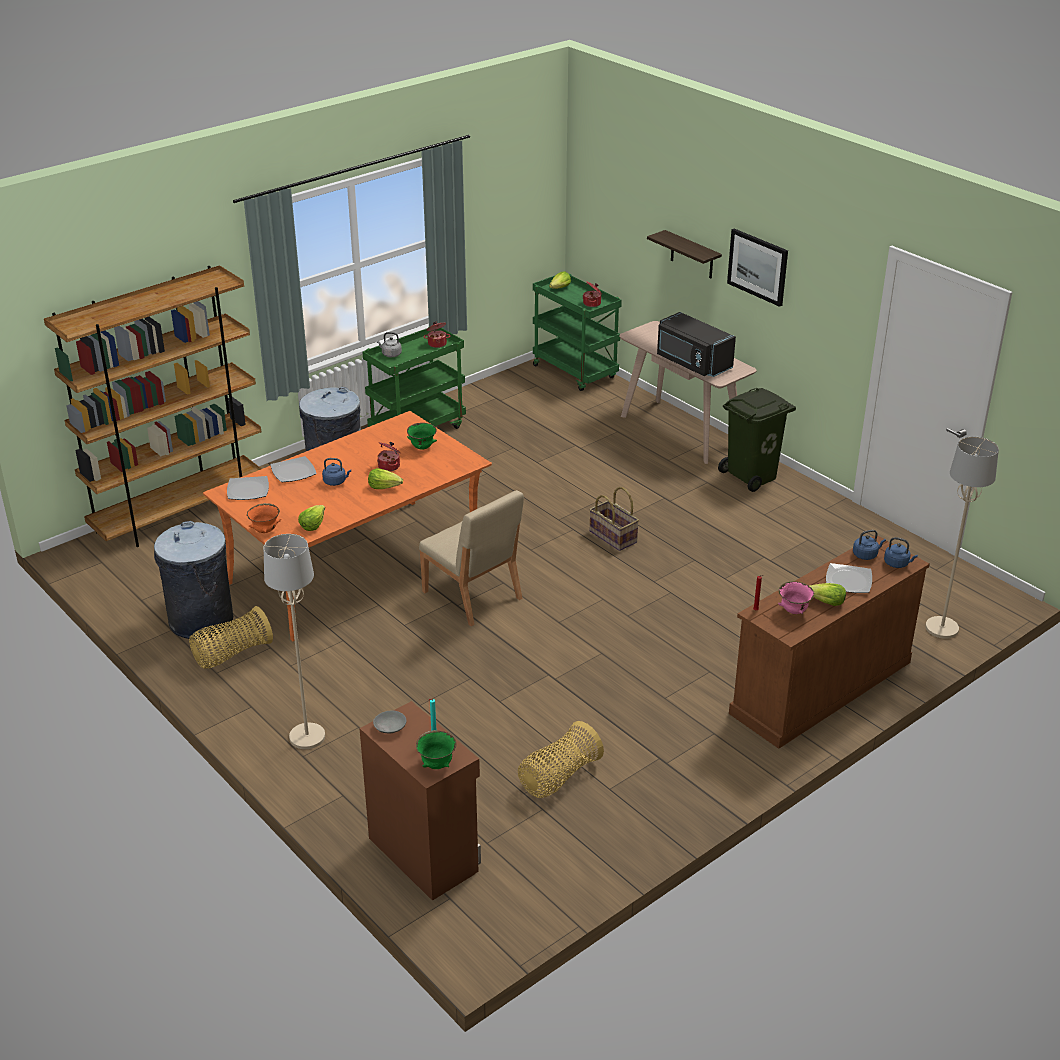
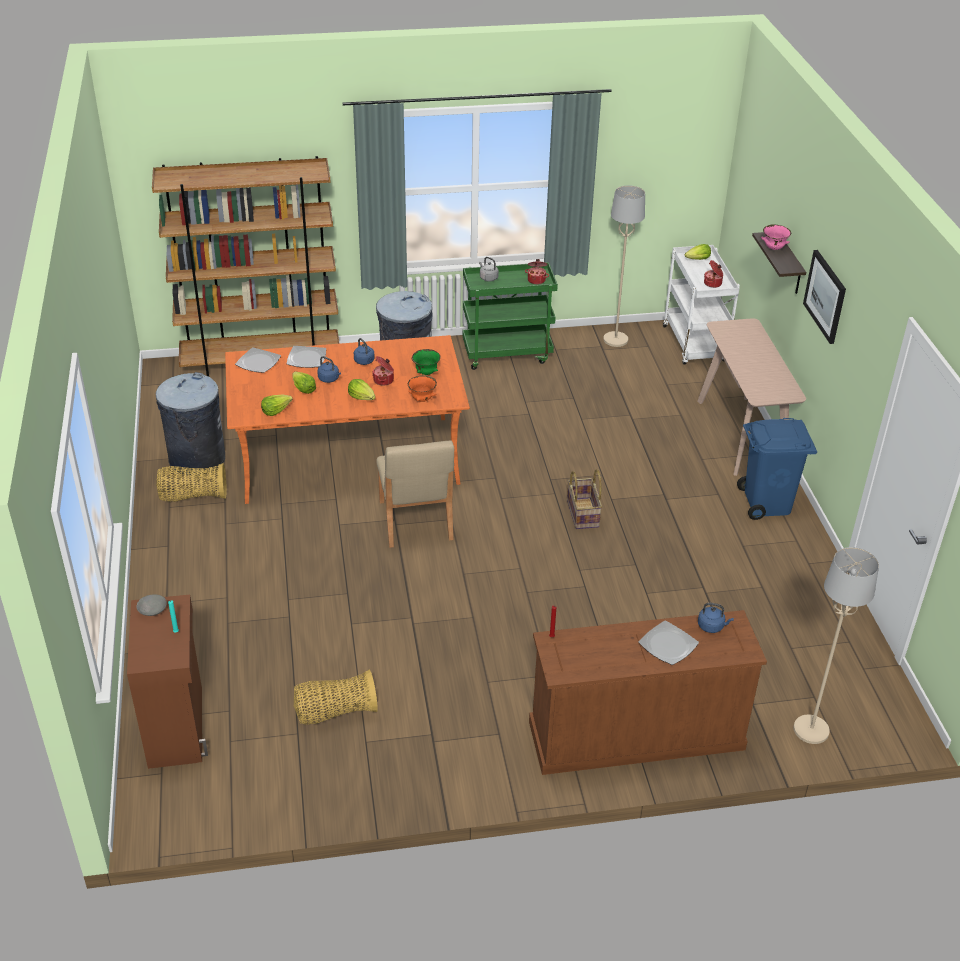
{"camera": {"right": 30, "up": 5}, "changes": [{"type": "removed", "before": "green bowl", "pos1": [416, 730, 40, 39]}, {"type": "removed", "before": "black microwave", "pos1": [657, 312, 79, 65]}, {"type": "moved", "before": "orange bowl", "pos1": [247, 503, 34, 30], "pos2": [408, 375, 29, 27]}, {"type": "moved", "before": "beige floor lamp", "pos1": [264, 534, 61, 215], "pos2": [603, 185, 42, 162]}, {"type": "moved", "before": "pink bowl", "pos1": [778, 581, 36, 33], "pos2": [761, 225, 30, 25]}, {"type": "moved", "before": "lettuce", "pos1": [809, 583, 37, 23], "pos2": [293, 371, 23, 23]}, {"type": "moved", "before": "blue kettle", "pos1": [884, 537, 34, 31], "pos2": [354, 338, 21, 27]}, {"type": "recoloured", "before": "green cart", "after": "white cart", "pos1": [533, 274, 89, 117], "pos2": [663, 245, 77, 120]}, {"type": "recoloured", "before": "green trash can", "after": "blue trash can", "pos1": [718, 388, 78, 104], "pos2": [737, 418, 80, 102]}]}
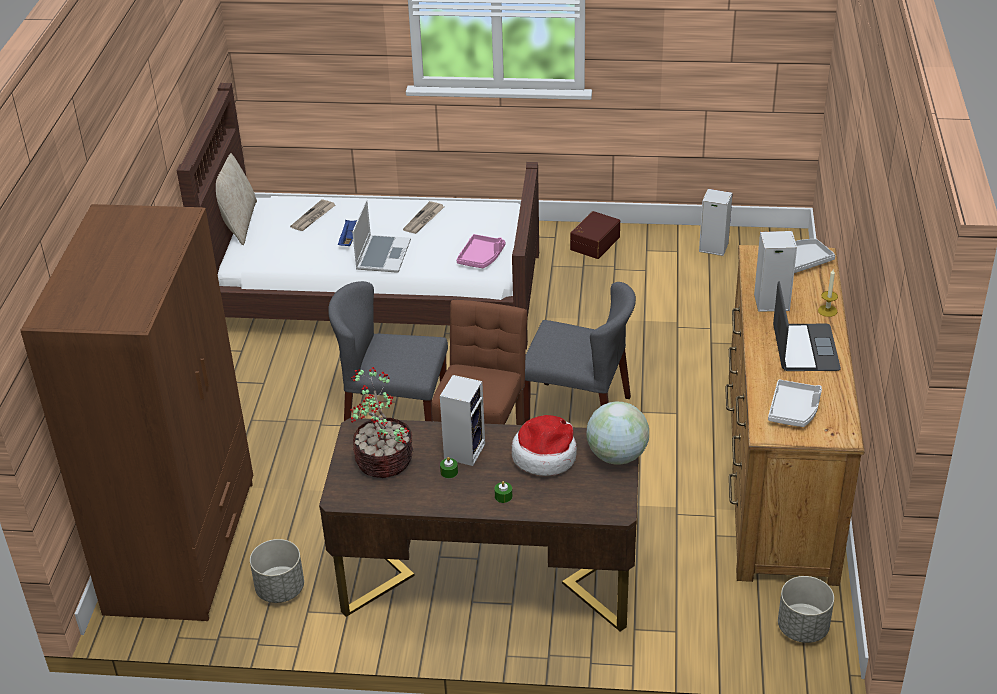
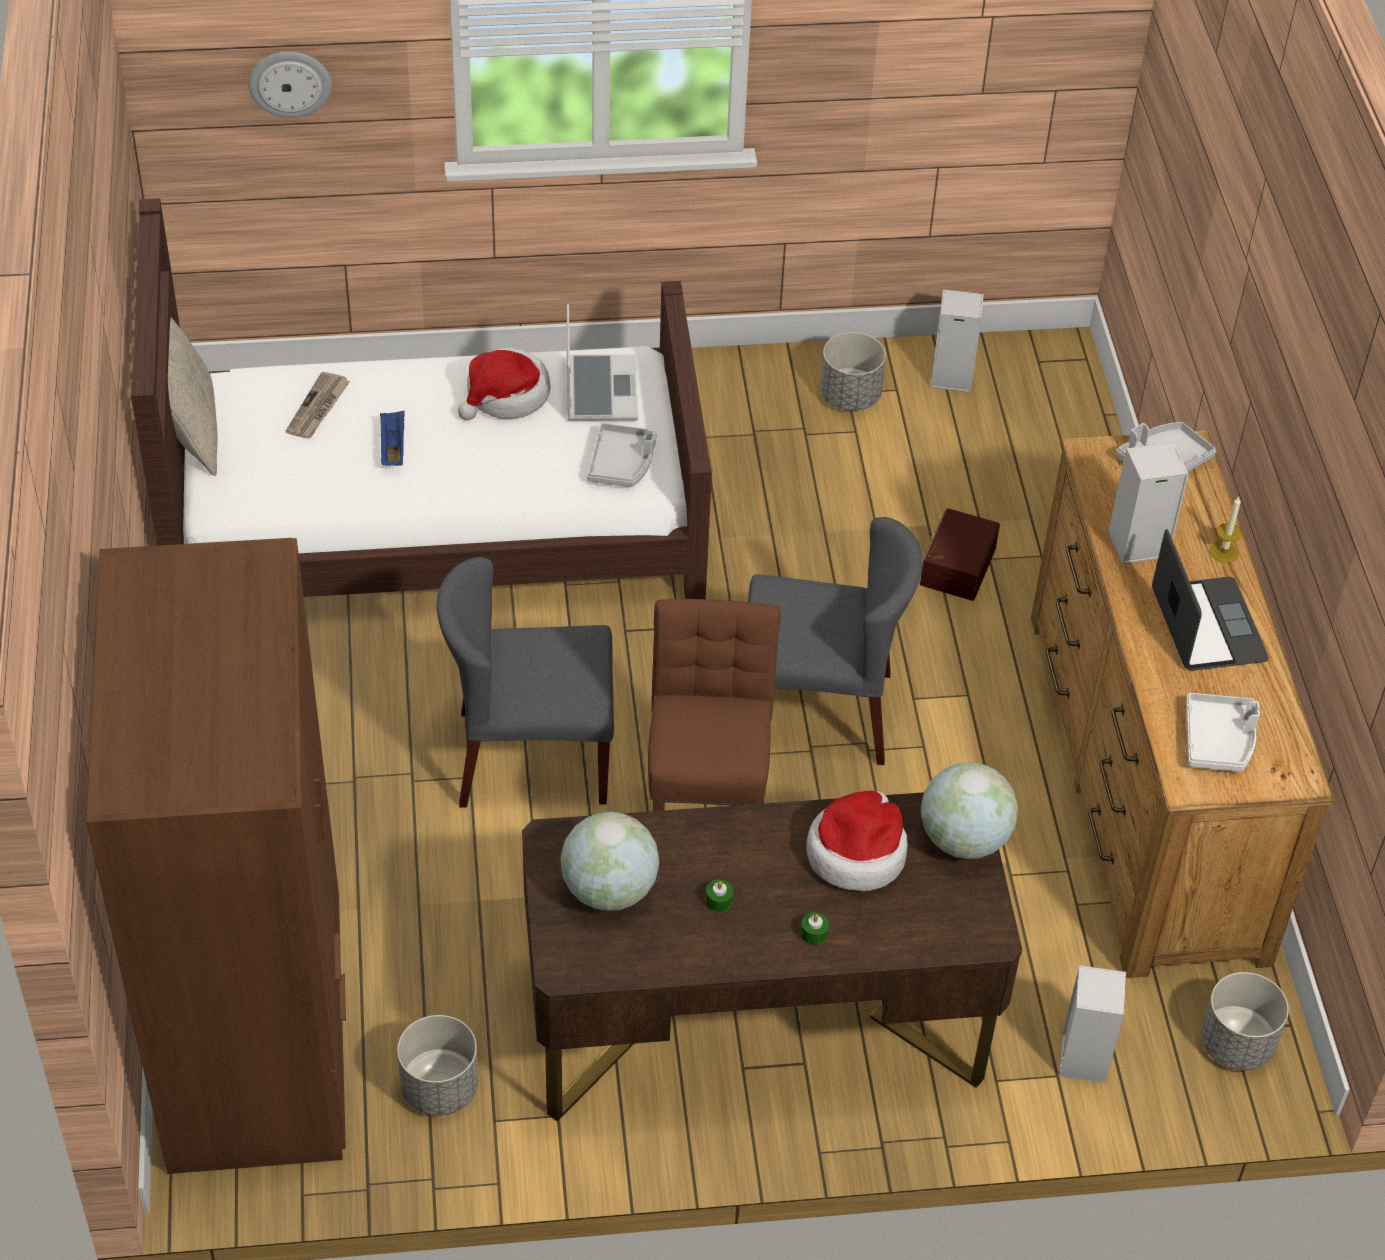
{"camera": {"right": -15, "up": 10}, "changes": [{"type": "added", "after": "wall clock", "pos2": [249, 52, 83, 66]}, {"type": "added", "after": "grey planter", "pos2": [820, 332, 66, 79]}, {"type": "moved", "before": "laptop", "pos1": [352, 200, 59, 73], "pos2": [566, 304, 72, 117]}, {"type": "moved", "before": "speaker", "pos1": [440, 375, 45, 91], "pos2": [1059, 965, 67, 118]}, {"type": "moved", "before": "brown storage box", "pos1": [570, 211, 50, 48], "pos2": [920, 508, 80, 93]}, {"type": "replaced", "before": "potted plant", "after": "globe", "pos1": [350, 367, 63, 111], "pos2": [560, 812, 99, 99]}, {"type": "replaced", "before": "newspaper", "after": "hat", "pos1": [403, 201, 41, 33], "pos2": [458, 348, 92, 73]}, {"type": "recoloured", "before": "pink tray", "after": "grey tray", "pos1": [456, 234, 50, 34], "pos2": [587, 423, 70, 64]}]}
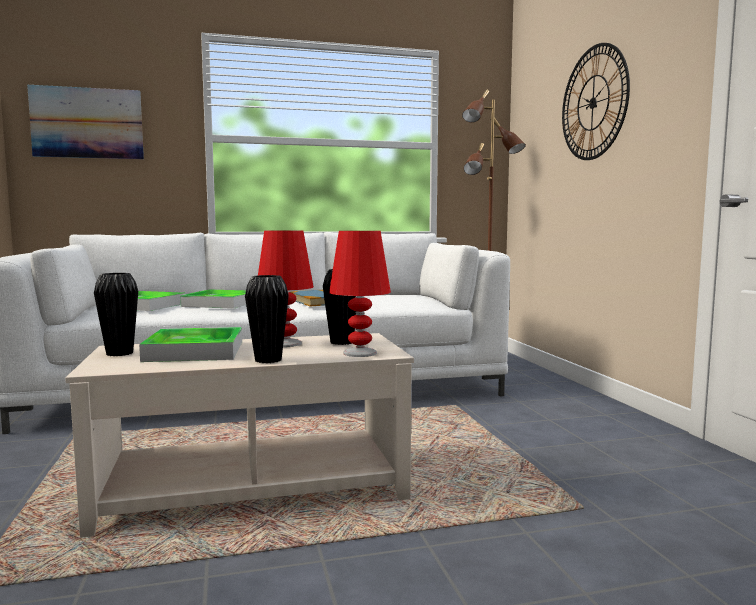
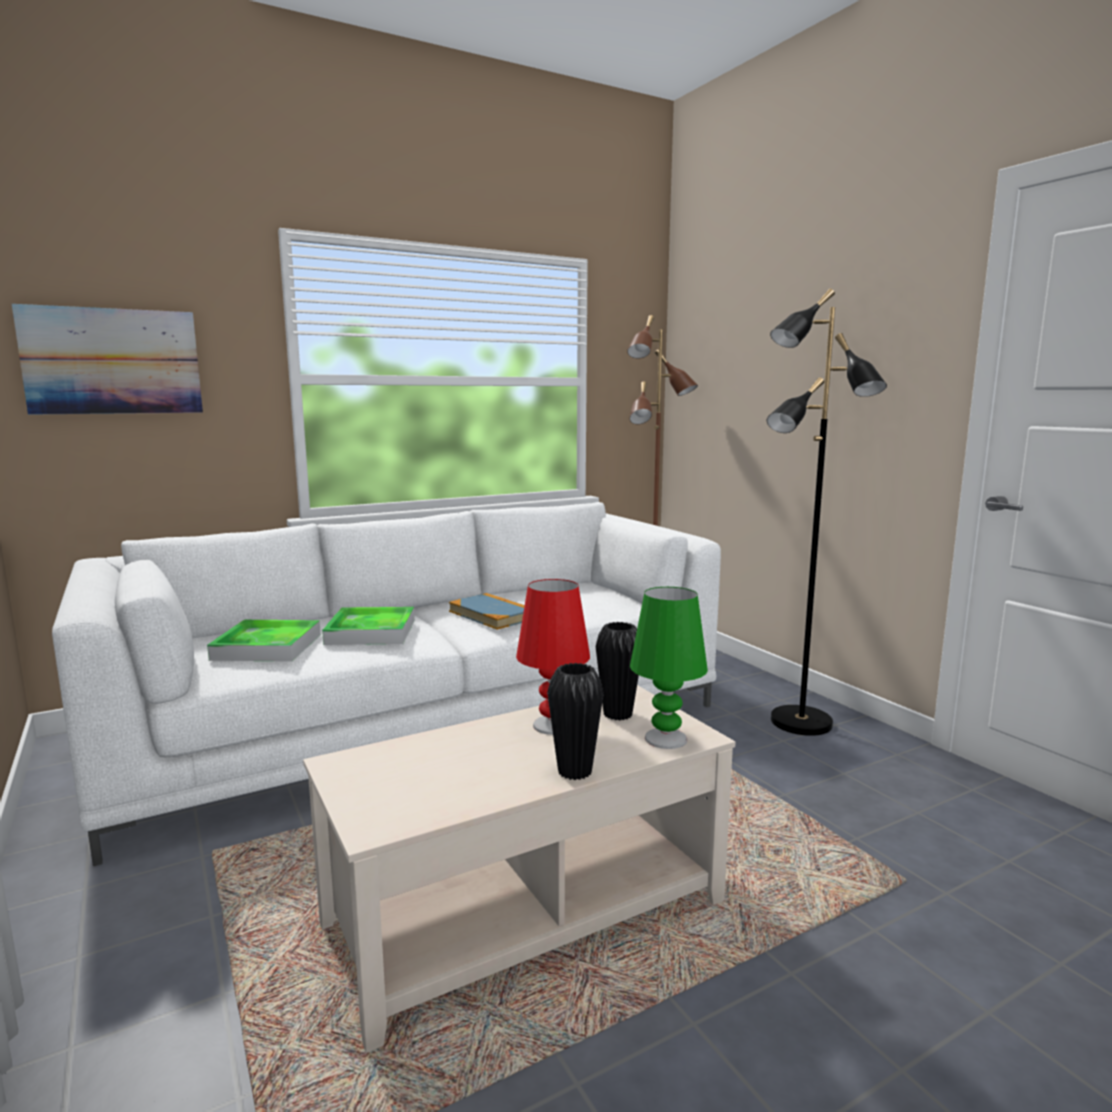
{"camera": {"right": -15, "up": 5}, "changes": [{"type": "removed", "before": "black vase", "pos1": [94, 273, 44, 83]}, {"type": "removed", "before": "tray", "pos1": [139, 327, 103, 35]}, {"type": "removed", "before": "wall clock", "pos1": [562, 43, 68, 117]}, {"type": "added", "after": "black floor lamp", "pos2": [767, 288, 120, 448]}, {"type": "recoloured", "before": "red table lamp", "after": "green table lamp", "pos1": [329, 231, 62, 126], "pos2": [630, 587, 78, 162]}]}
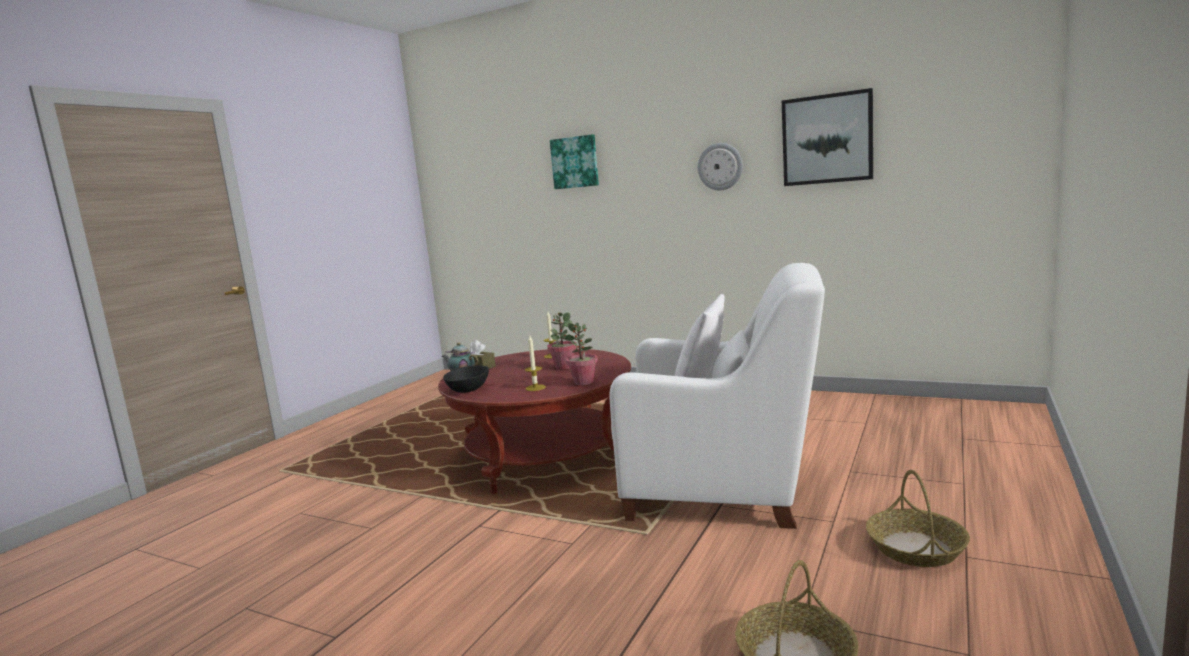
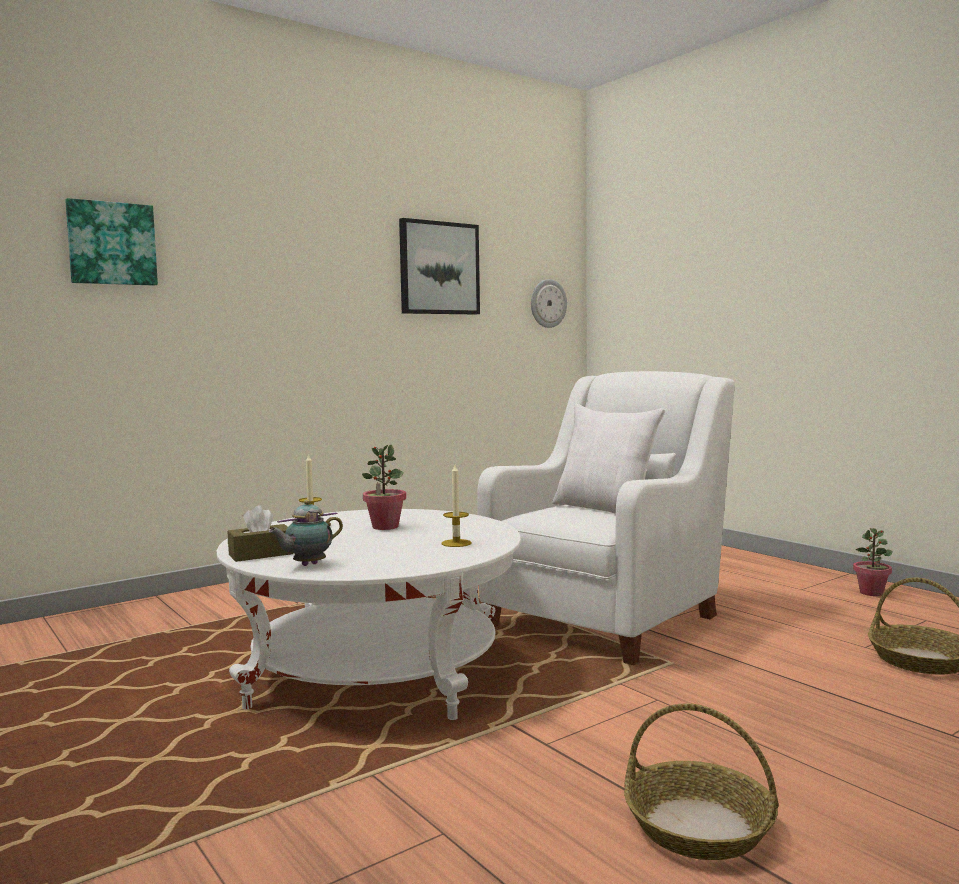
{"camera": {"right": -65, "up": -5}, "changes": [{"type": "removed", "before": "black bowl", "pos1": [443, 365, 46, 28]}, {"type": "moved", "before": "potted plant", "pos1": [563, 322, 35, 63], "pos2": [853, 528, 40, 68]}, {"type": "moved", "before": "wall clock", "pos1": [698, 143, 45, 48], "pos2": [531, 279, 36, 49]}, {"type": "moved", "before": "basket", "pos1": [866, 470, 104, 97], "pos2": [624, 703, 155, 157]}, {"type": "recoloured", "before": "red coffee table", "after": "white coffee table", "pos1": [438, 349, 193, 145], "pos2": [217, 509, 304, 211]}]}
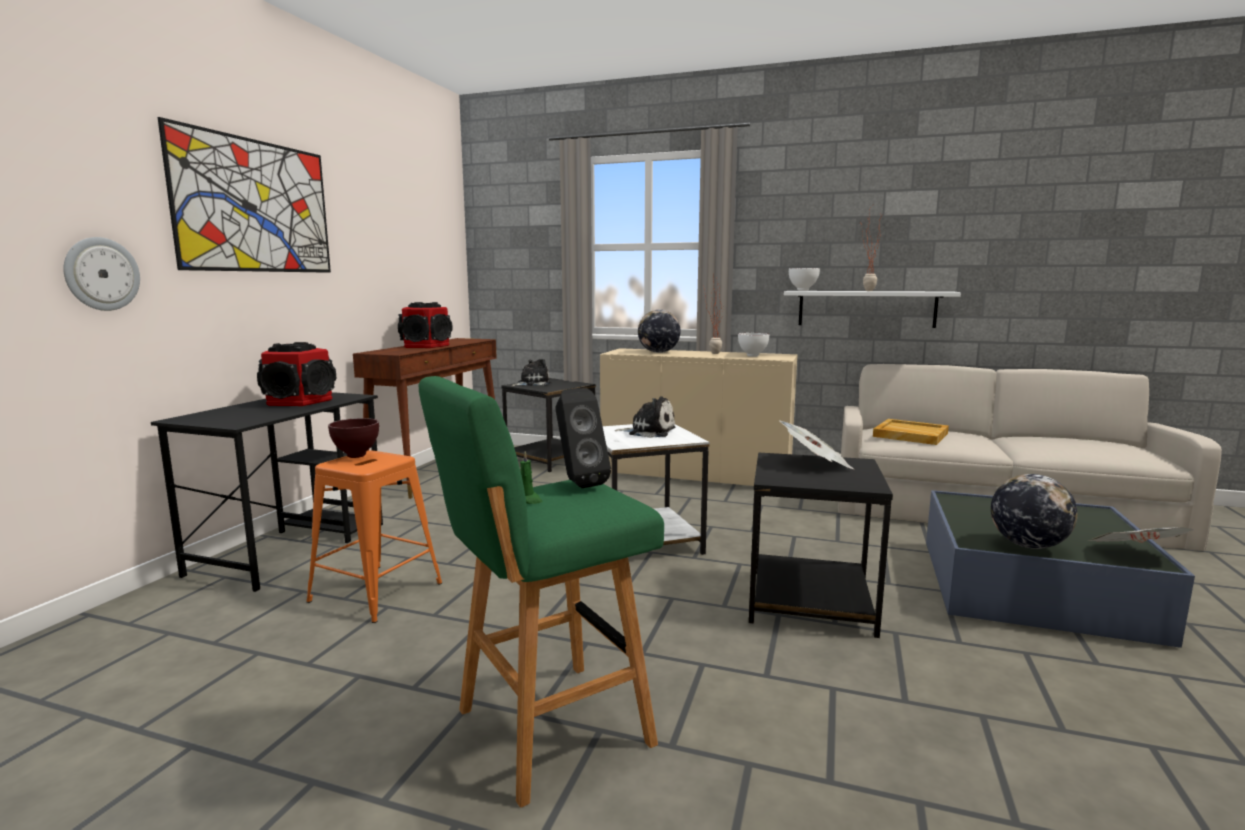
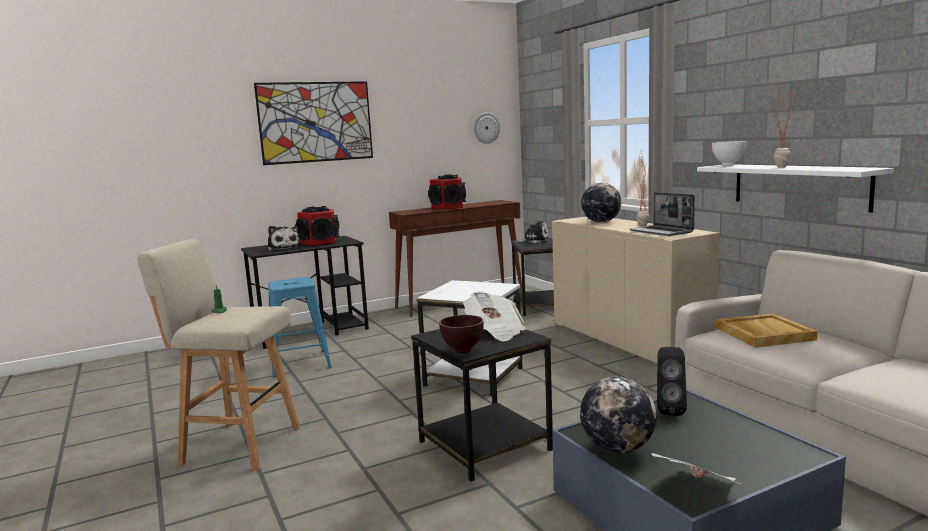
{"camera": {"right": 45, "up": 0}, "changes": [{"type": "moved", "before": "wall clock", "pos1": [63, 237, 77, 74], "pos2": [473, 112, 27, 32]}, {"type": "moved", "before": "brown bowl", "pos1": [328, 418, 51, 40], "pos2": [439, 315, 45, 39]}, {"type": "moved", "before": "black speaker", "pos1": [555, 388, 56, 100], "pos2": [657, 347, 30, 69]}, {"type": "moved", "before": "plush toy", "pos1": [615, 396, 61, 42], "pos2": [268, 226, 33, 25]}, {"type": "replaced", "before": "white bowl", "after": "laptop", "pos1": [738, 333, 31, 24], "pos2": [630, 192, 65, 44]}, {"type": "recoloured", "before": "orange stool", "after": "blue stool", "pos1": [306, 450, 136, 173], "pos2": [268, 277, 64, 100]}, {"type": "recoloured", "before": "green stool", "after": "beige stool", "pos1": [419, 376, 245, 432], "pos2": [137, 239, 163, 232]}]}
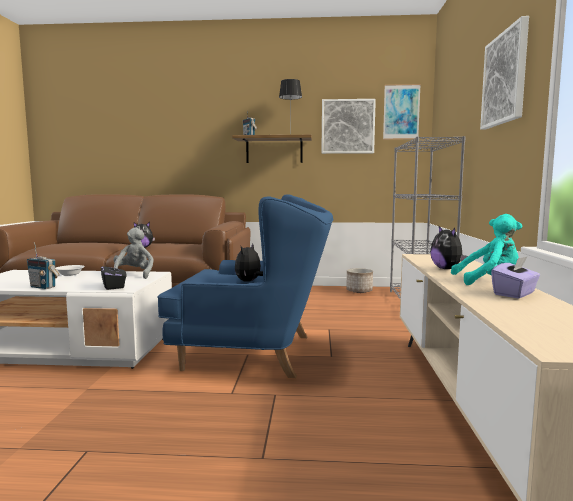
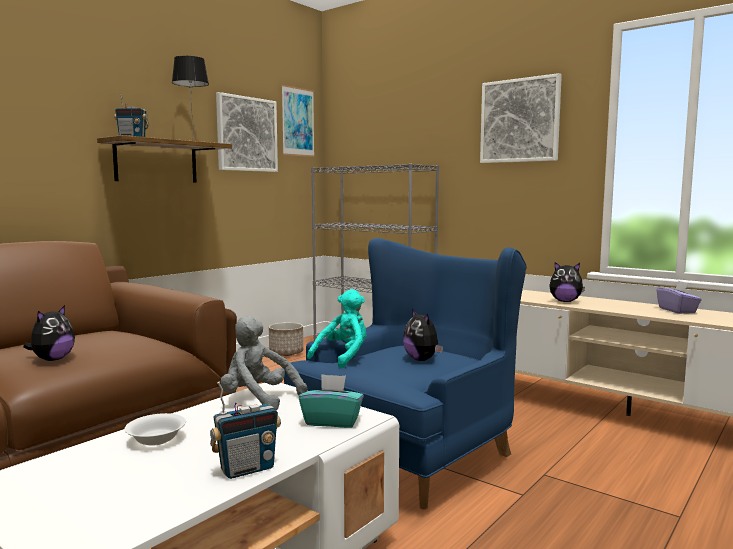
{"camera": {"right": -55, "up": 0}, "changes": [{"type": "moved", "before": "turquoise plush toy", "pos1": [451, 214, 71, 71], "pos2": [307, 289, 60, 79]}, {"type": "recoloured", "before": "black tissue box", "after": "turquoise tissue box", "pos1": [101, 259, 25, 31], "pos2": [299, 374, 65, 54]}]}
